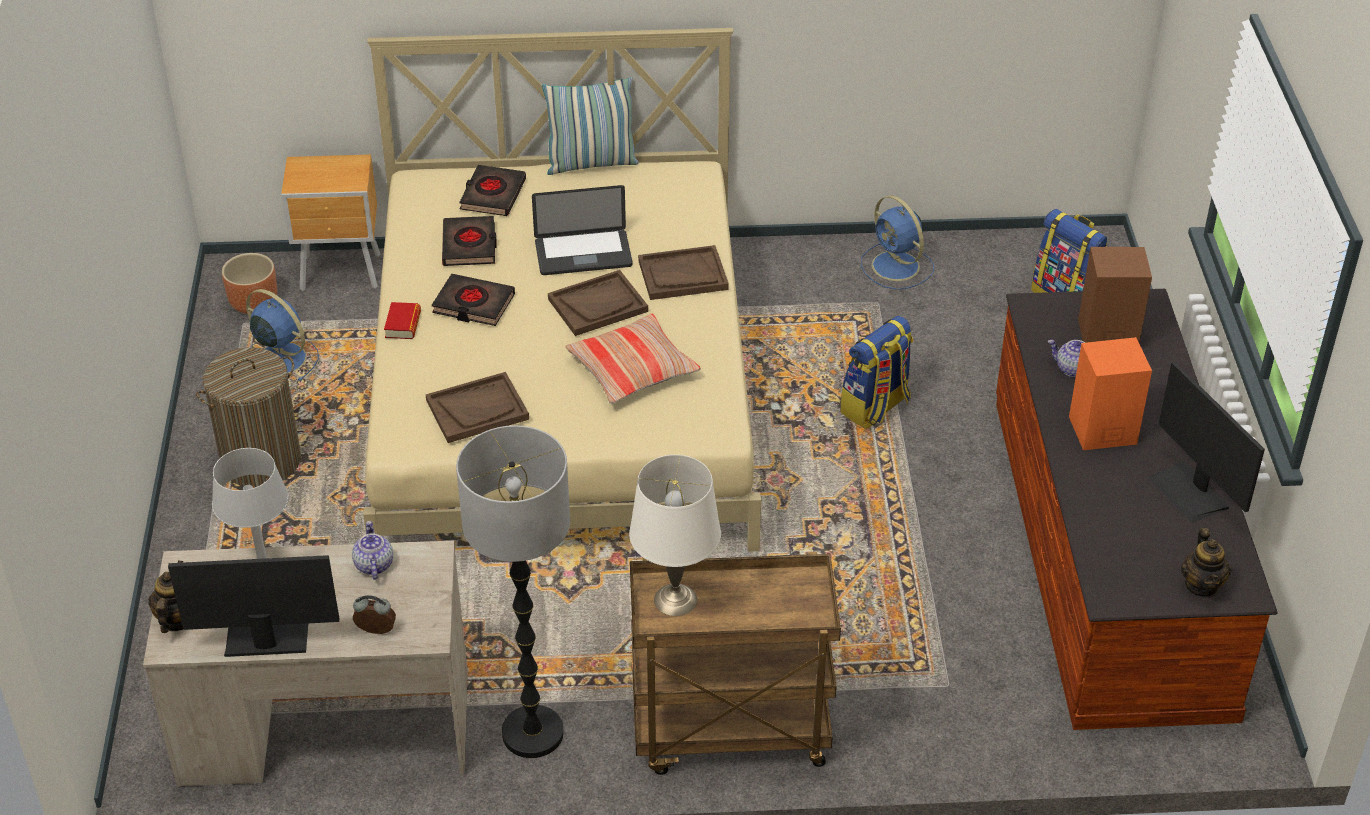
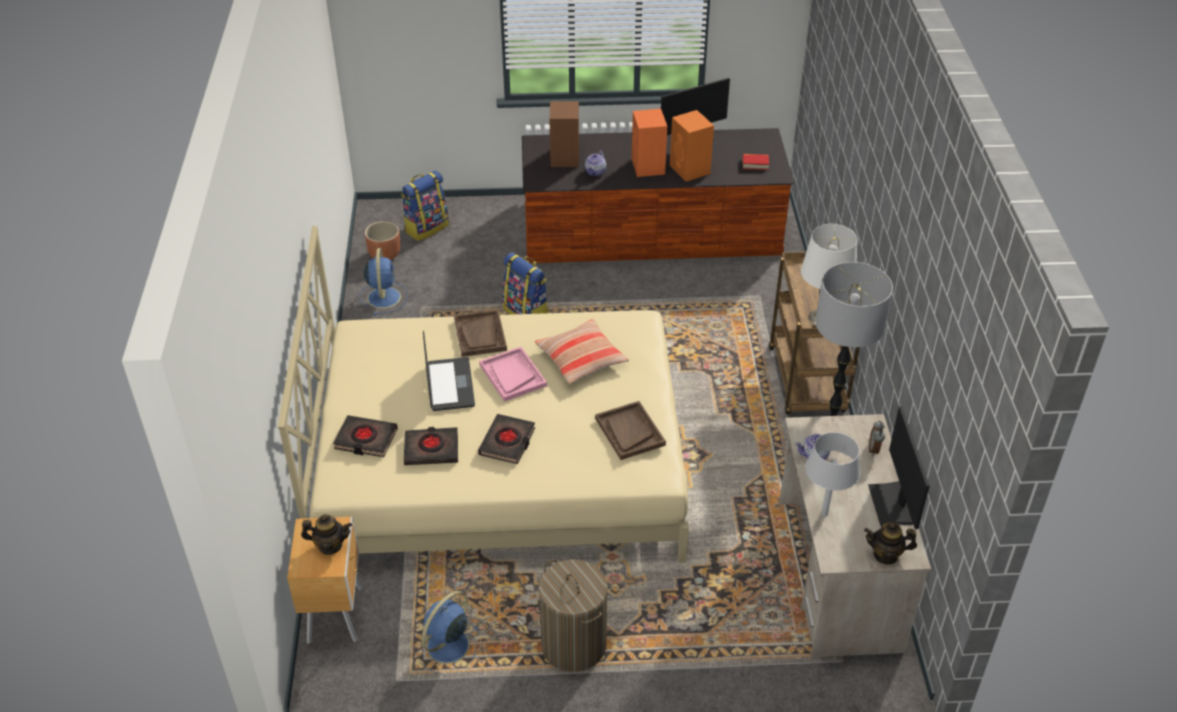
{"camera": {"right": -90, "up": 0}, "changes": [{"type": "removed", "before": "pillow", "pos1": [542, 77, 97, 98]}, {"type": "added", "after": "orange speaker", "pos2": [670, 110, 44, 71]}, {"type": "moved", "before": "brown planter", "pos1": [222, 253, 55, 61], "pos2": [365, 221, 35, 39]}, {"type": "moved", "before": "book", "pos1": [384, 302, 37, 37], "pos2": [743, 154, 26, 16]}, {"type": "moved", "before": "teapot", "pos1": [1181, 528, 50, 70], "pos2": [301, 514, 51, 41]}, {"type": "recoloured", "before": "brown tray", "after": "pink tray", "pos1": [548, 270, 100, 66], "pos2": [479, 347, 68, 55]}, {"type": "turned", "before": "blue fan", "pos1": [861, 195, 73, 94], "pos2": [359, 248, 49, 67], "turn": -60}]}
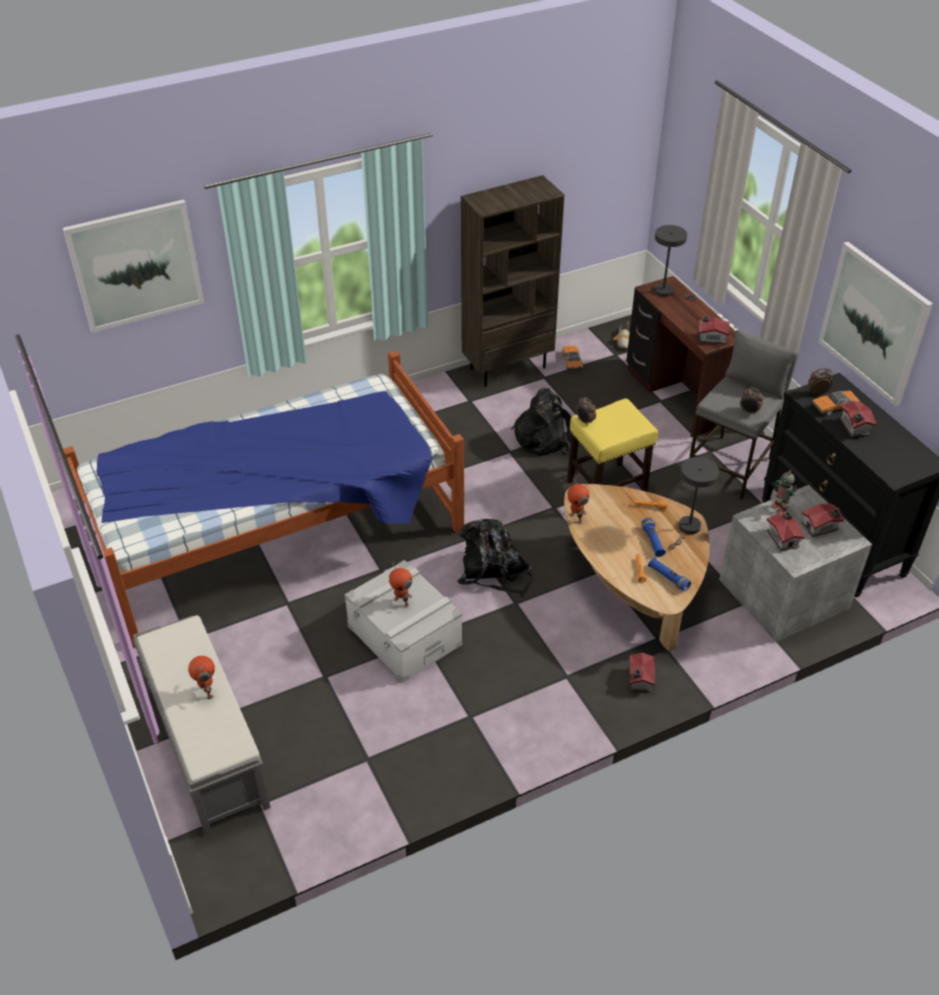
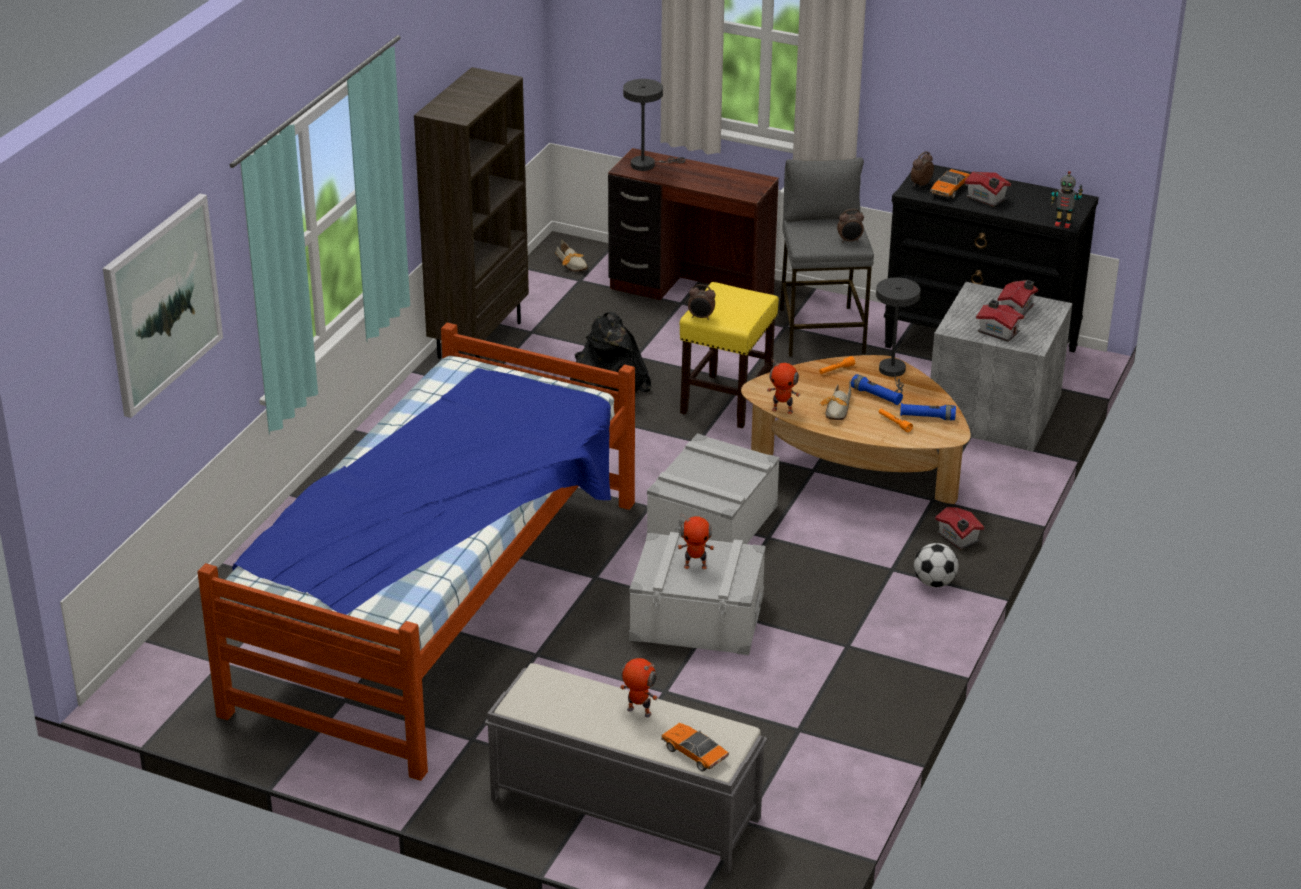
{"camera": {"right": -40, "up": -10}, "changes": [{"type": "removed", "before": "toy house", "pos1": [699, 316, 31, 28]}, {"type": "removed", "before": "picture", "pos1": [818, 242, 115, 164]}, {"type": "added", "after": "shoe", "pos2": [819, 380, 32, 40]}, {"type": "added", "after": "football", "pos2": [914, 543, 45, 44]}, {"type": "moved", "before": "toy car", "pos1": [562, 345, 21, 24], "pos2": [661, 723, 68, 48]}, {"type": "moved", "before": "toy robot", "pos1": [772, 470, 25, 43], "pos2": [1050, 171, 33, 57]}, {"type": "replaced", "before": "black backpack", "after": "grey storage box", "pos1": [458, 519, 74, 79], "pos2": [647, 434, 133, 110]}]}
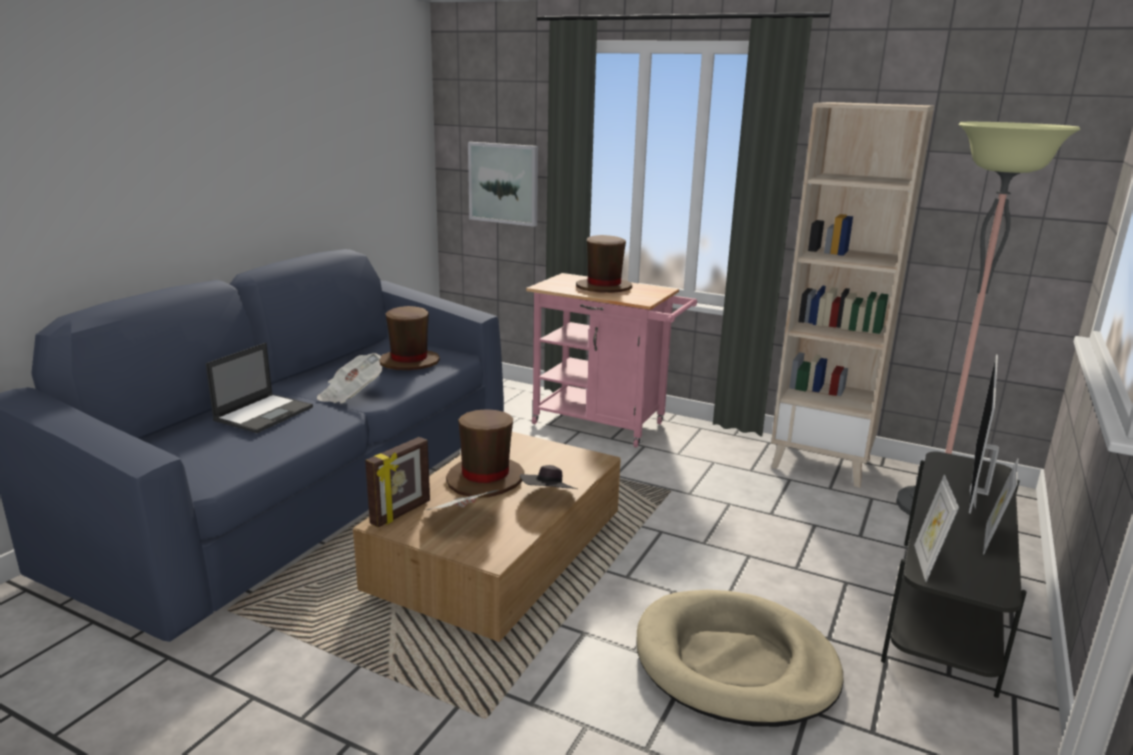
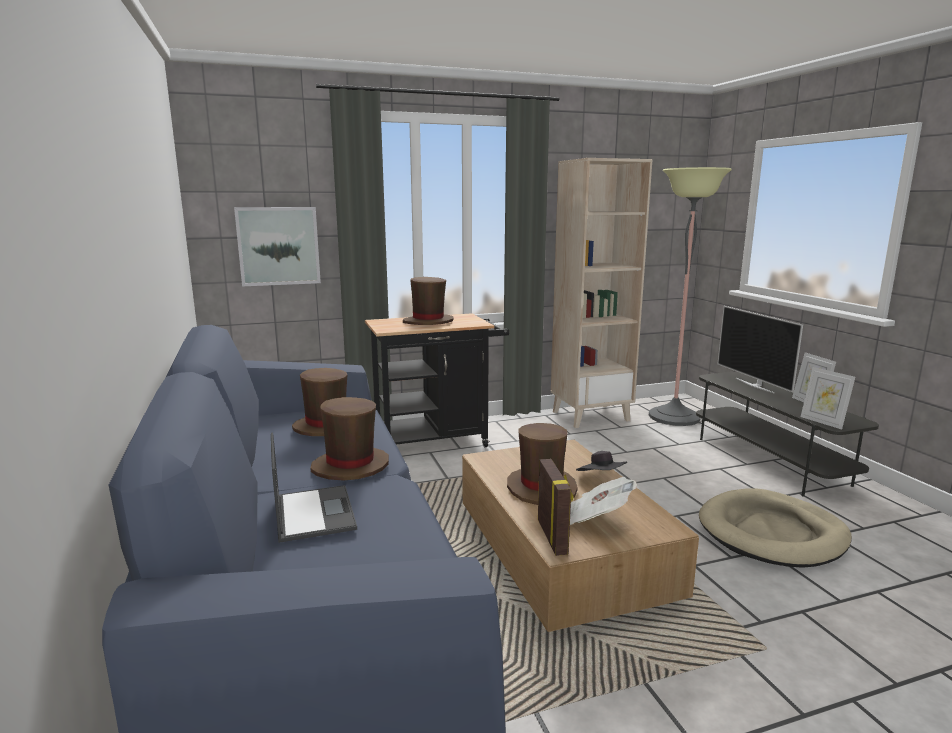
{"camera": {"right": -45, "up": -5}, "changes": [{"type": "replaced", "before": "newspaper", "after": "brown hat", "pos1": [317, 353, 66, 51], "pos2": [311, 397, 78, 84]}, {"type": "recoloured", "before": "pink cart", "after": "black cart", "pos1": [526, 273, 171, 175], "pos2": [365, 313, 144, 134]}]}
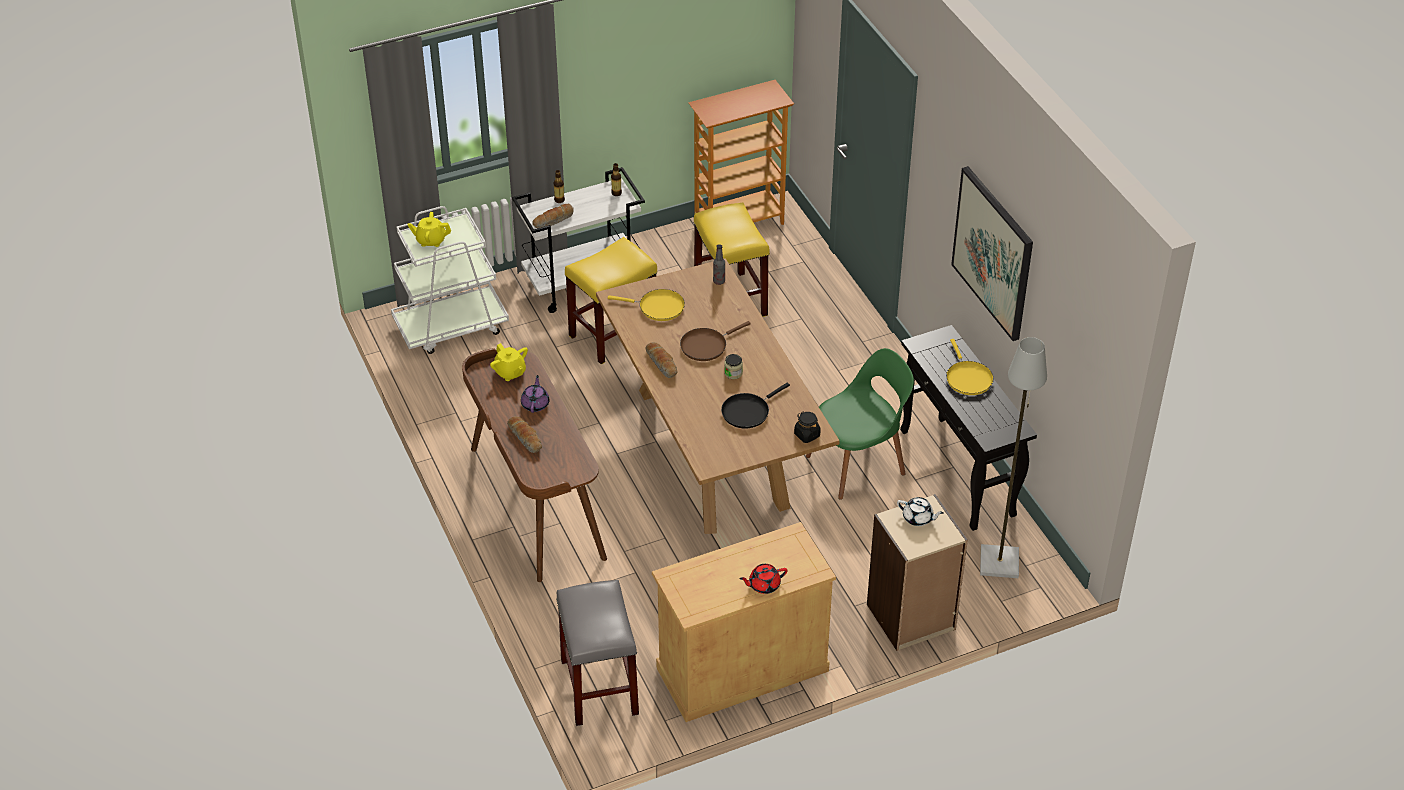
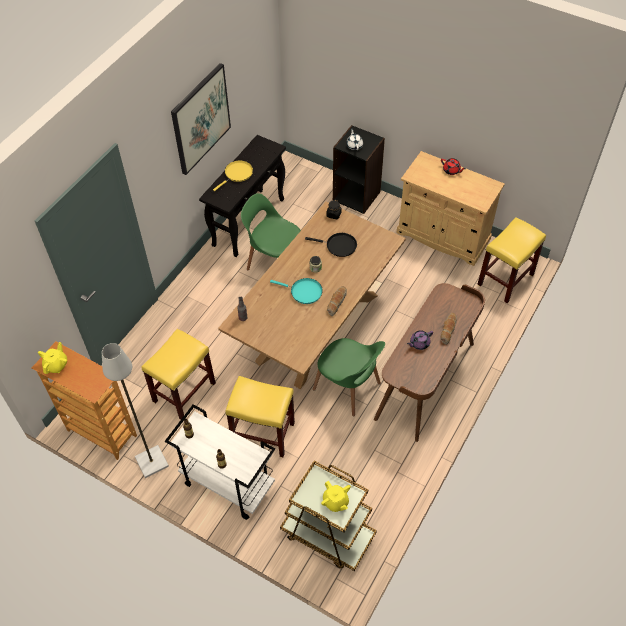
{"camera": {"right": -125, "up": 10}, "changes": [{"type": "removed", "before": "bread", "pos1": [532, 204, 42, 24]}, {"type": "removed", "before": "yellow frying pan", "pos1": [608, 289, 77, 32]}, {"type": "added", "after": "green chair", "pos2": [313, 338, 72, 78]}, {"type": "moved", "before": "yellow teapot", "pos1": [490, 343, 38, 38], "pos2": [38, 342, 29, 32]}, {"type": "moved", "before": "grey floor lamp", "pos1": [980, 337, 67, 241], "pos2": [102, 343, 67, 135]}, {"type": "recoloured", "before": "white cart", "after": "brown cart", "pos1": [391, 206, 118, 148], "pos2": [280, 461, 97, 110]}, {"type": "recoloured", "before": "grey stool", "after": "yellow stool", "pos1": [556, 580, 83, 146], "pos2": [477, 217, 69, 86]}, {"type": "recoloured", "before": "brown frying pan", "after": "turquoise frying pan", "pos1": [680, 321, 71, 40], "pos2": [270, 278, 53, 26]}, {"type": "recoloured", "before": "beige bookcase", "after": "black bookcase", "pos1": [867, 494, 101, 157], "pos2": [333, 125, 52, 89]}]}
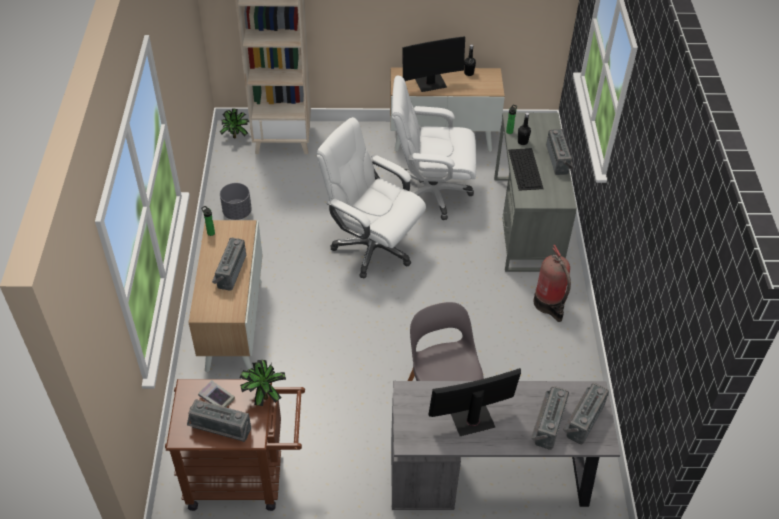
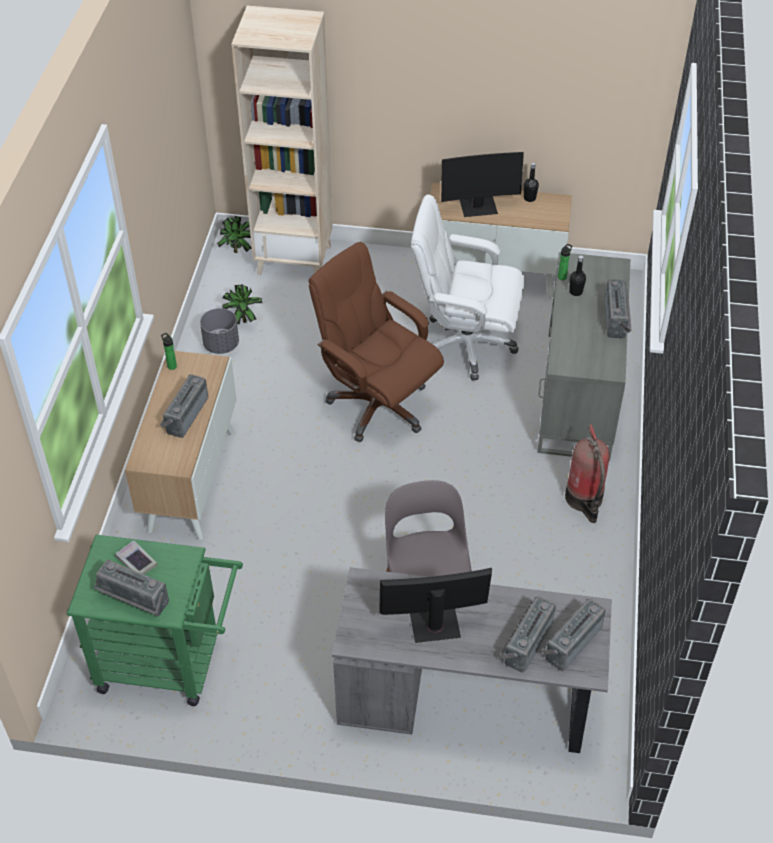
{"camera": {"right": 10, "up": 0}, "changes": [{"type": "removed", "before": "keyboard", "pos1": [508, 148, 36, 43]}, {"type": "moved", "before": "potted plant", "pos1": [239, 360, 47, 46], "pos2": [222, 284, 40, 41]}, {"type": "recoloured", "before": "brown cart", "after": "green cart", "pos1": [165, 379, 140, 132], "pos2": [67, 535, 176, 171]}, {"type": "recoloured", "before": "white office chair", "after": "brown office chair", "pos1": [317, 117, 109, 162], "pos2": [308, 242, 136, 200]}]}
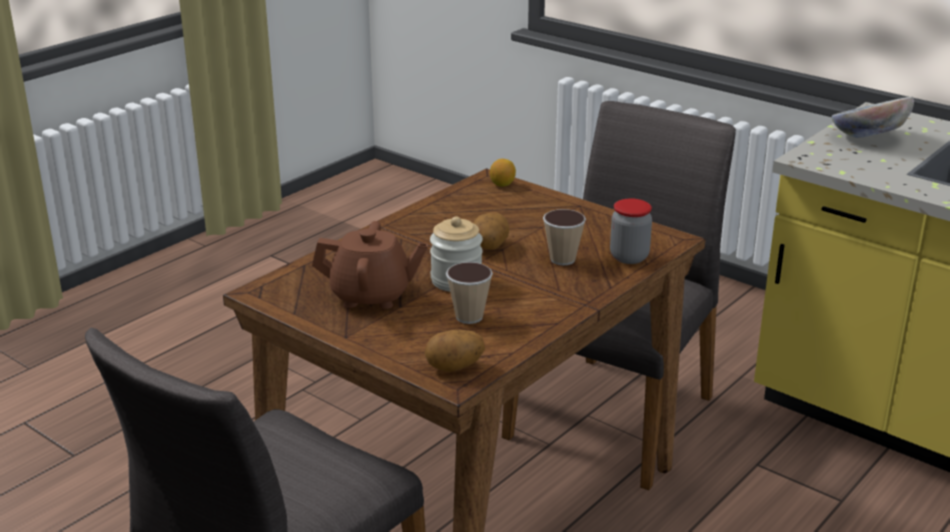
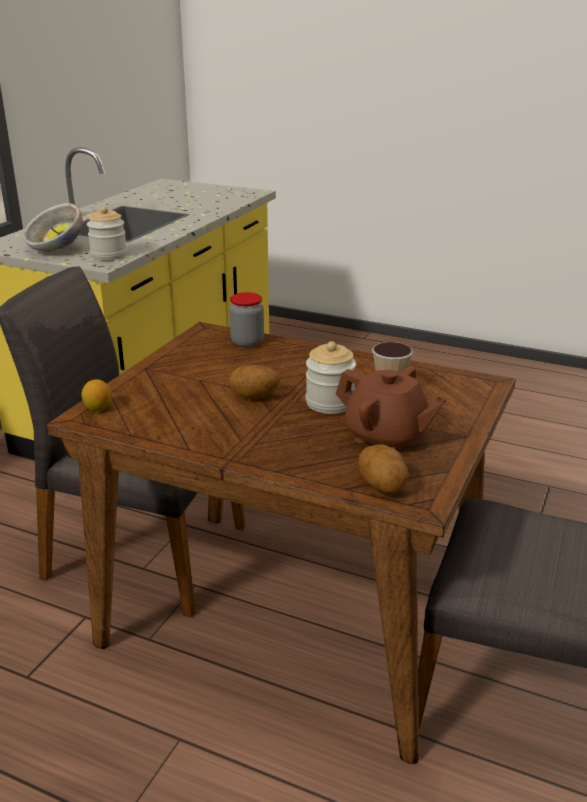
{"camera": {"right": -105, "up": 0}, "changes": [{"type": "removed", "before": "cup", "pos1": [543, 209, 43, 56]}, {"type": "added", "after": "jar", "pos2": [87, 206, 40, 54]}, {"type": "moved", "before": "potato", "pos1": [424, 330, 61, 42], "pos2": [358, 444, 50, 50]}, {"type": "turned", "before": "brown teapot", "pos1": [312, 221, 116, 88], "pos2": [336, 366, 110, 86], "turn": 135}]}
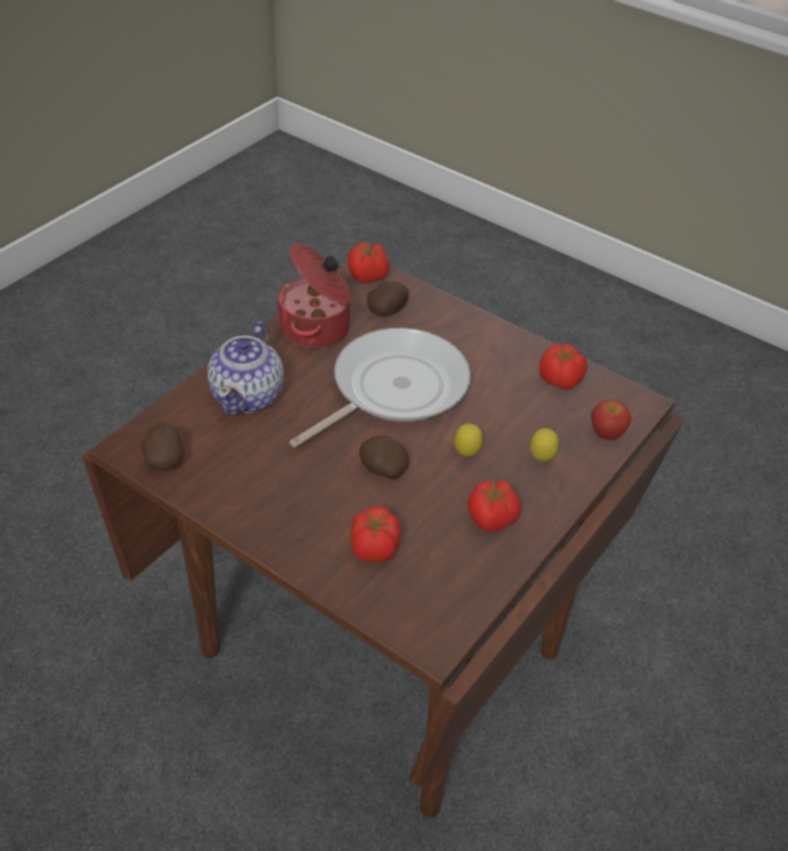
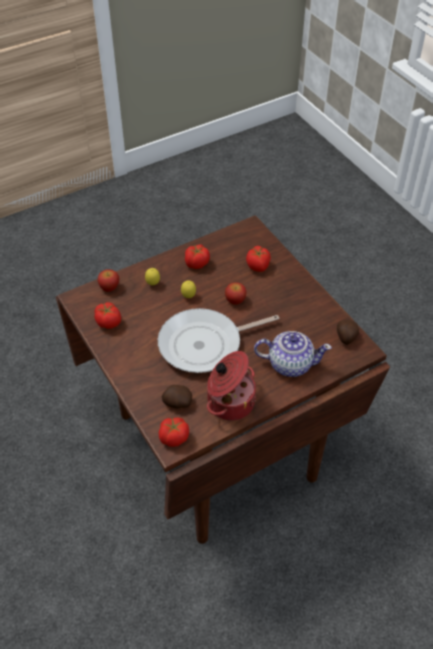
{"camera": {"right": -155, "up": 5}, "changes": [{"type": "replaced", "before": "potato", "after": "apple", "pos1": [359, 435, 50, 44], "pos2": [225, 282, 22, 23]}, {"type": "turned", "before": "teapot", "pos1": [207, 321, 77, 94], "pos2": [254, 331, 78, 46], "turn": 60}]}
